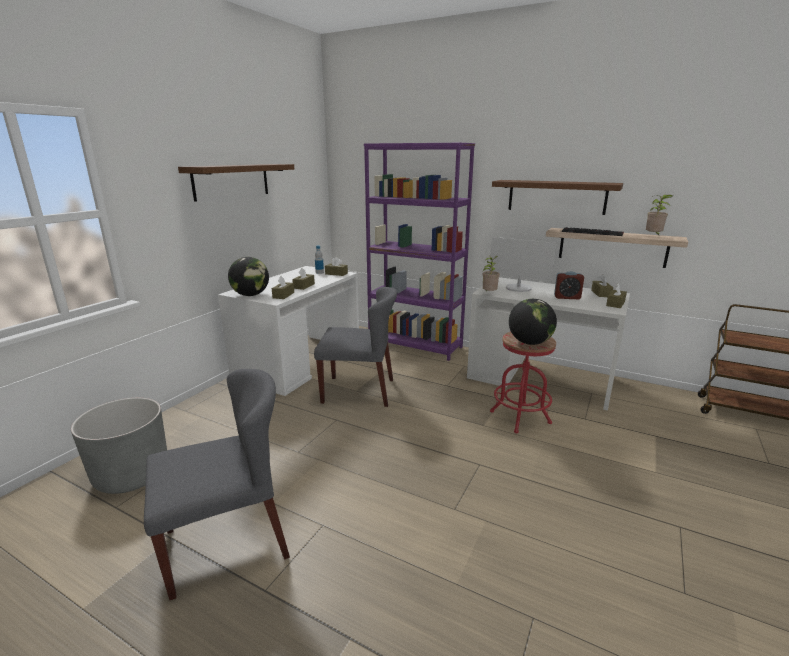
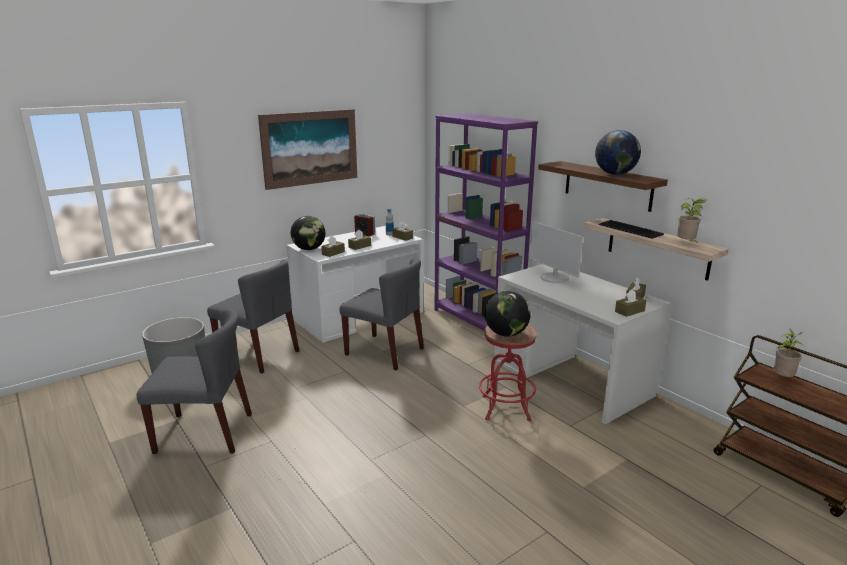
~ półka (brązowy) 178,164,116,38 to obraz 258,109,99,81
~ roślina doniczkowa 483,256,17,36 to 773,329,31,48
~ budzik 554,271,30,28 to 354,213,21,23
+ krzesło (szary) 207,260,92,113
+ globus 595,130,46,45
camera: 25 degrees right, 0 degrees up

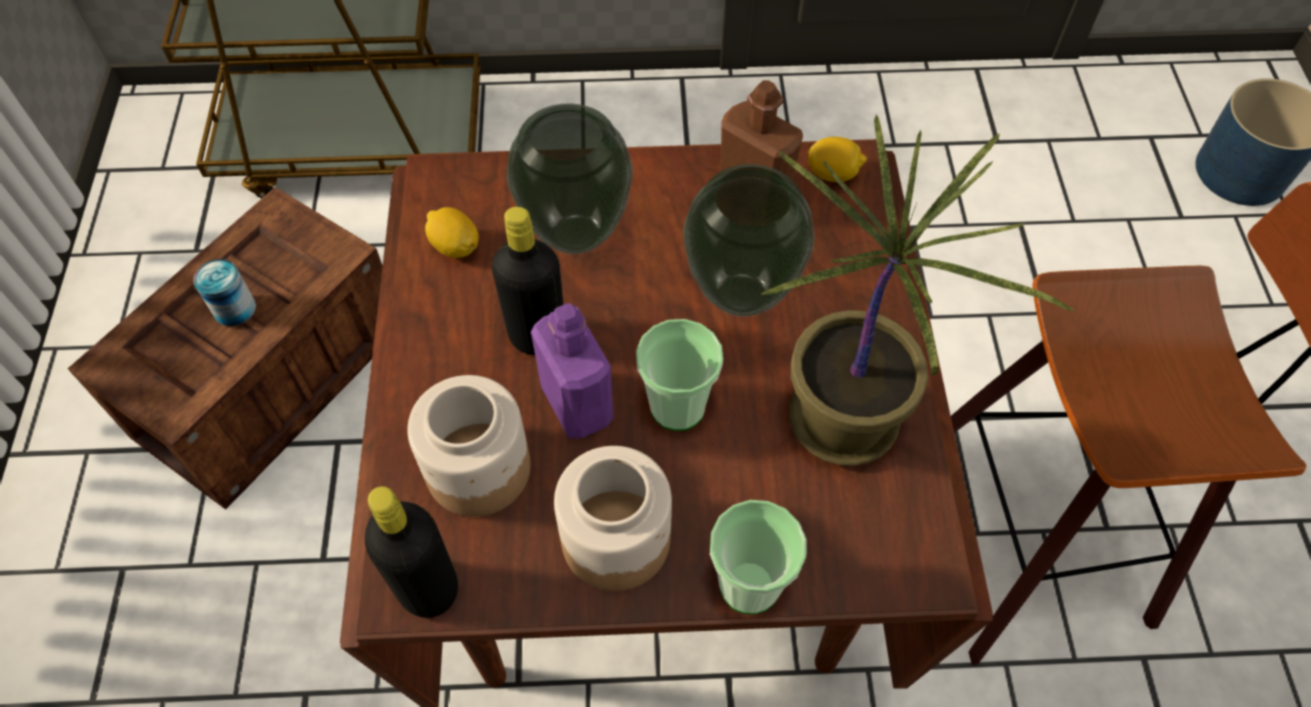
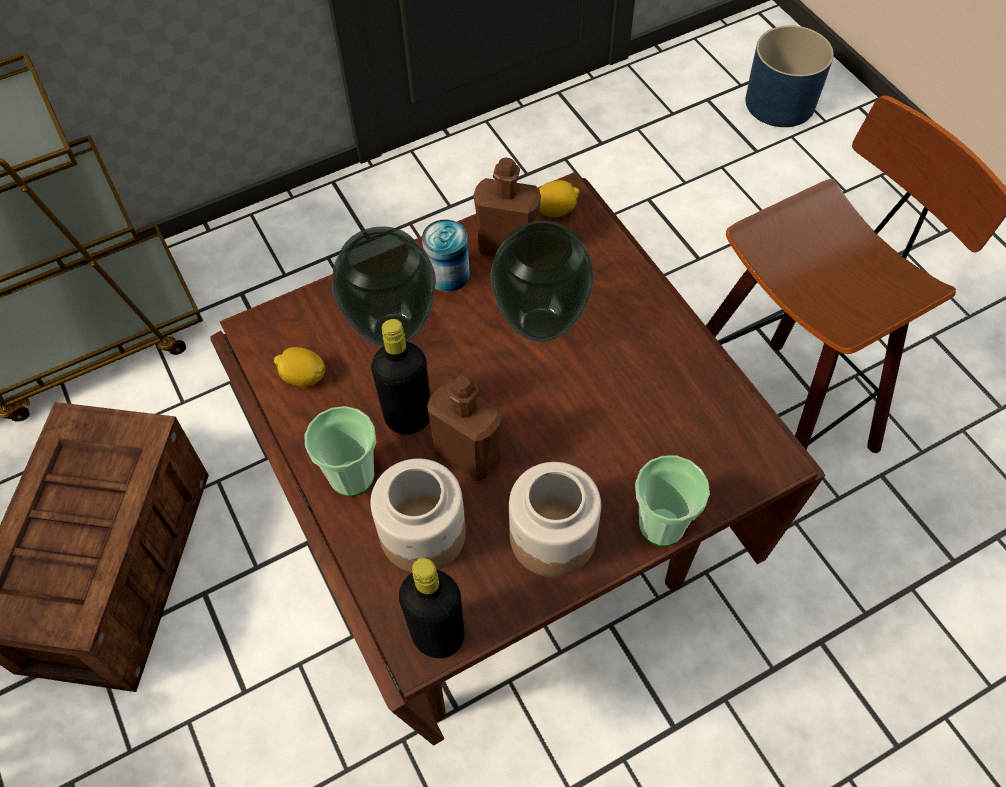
~ puszka 193,259,63,67 to 422,219,48,73
~ butelka (fioletowy) 531,303,83,136 to butelka (brązowy) 427,375,75,106
~ filiżanka 636,319,87,112 to 304,406,72,91
- roślina doniczkowa 760,115,314,351
camera: 25 degrees left, 0 degrees up

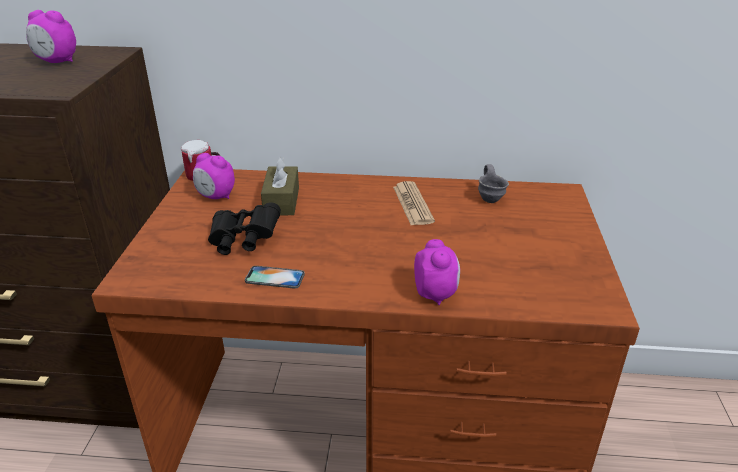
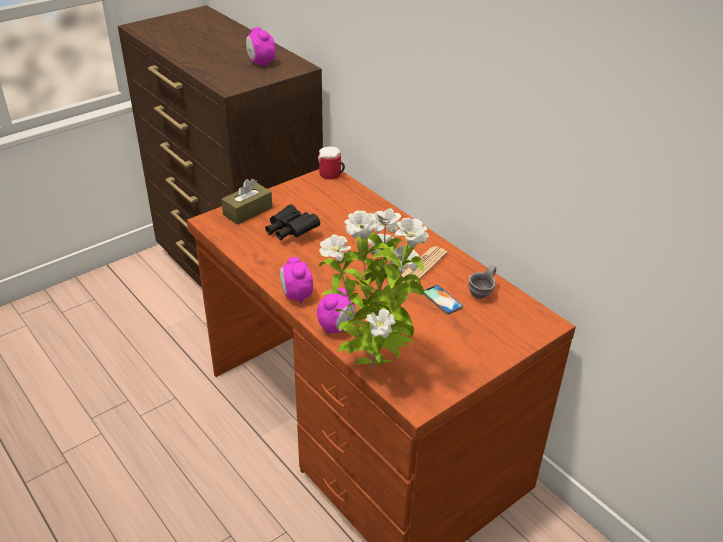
~ budzik 193,153,42,46 to 280,257,33,47
~ telefon 245,266,60,23 to 423,285,40,29
~ pudełko chusteczek (brązowy) 261,156,38,59 to 221,179,51,46
+ roślina doniczkowa 319,208,110,163
camera: 45 degrees right, 5 degrees up

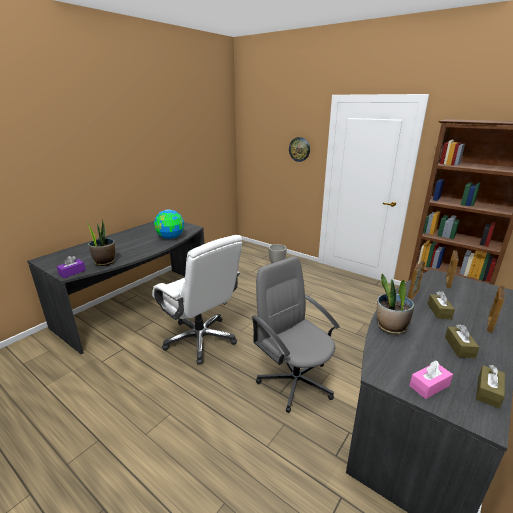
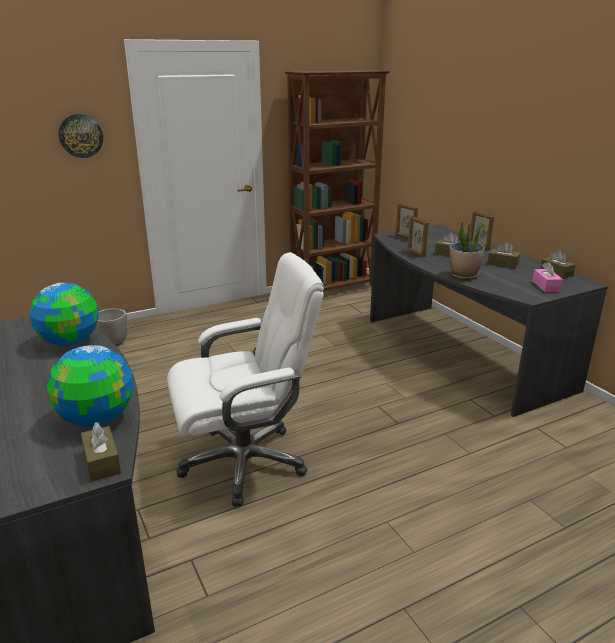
~ pudełko chusteczek (fioletowy) 57,256,29,22 to pudełko chusteczek (brązowy) 81,422,40,60
~ roślina doniczkowa 85,219,30,47 to globus 47,345,87,82
- krzesło biurowe (szary) 251,256,89,157
camera: 65 degrees left, 0 degrees up

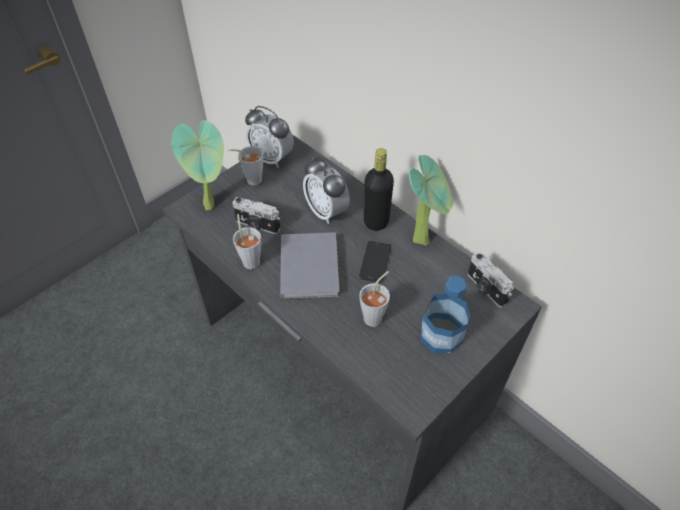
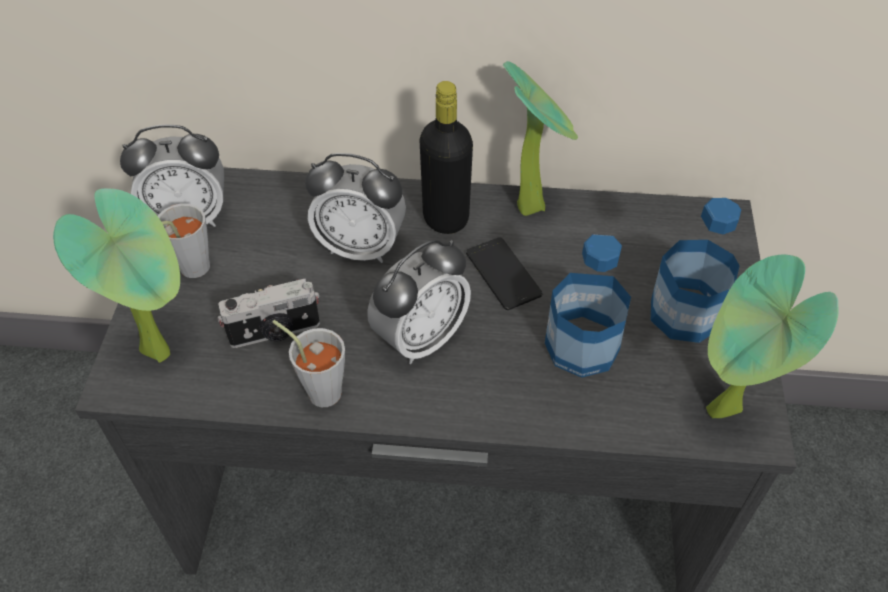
~ książka (szary) 280,232,60,68 to budzik 367,239,104,125
~ filiżanka (szary) 359,271,31,56 to butelka 545,234,86,144
- aparat fotograficzny 468,252,46,56
+ roślina doniczkowa 706,255,133,163
camera: 40 degrees left, 0 degrees up

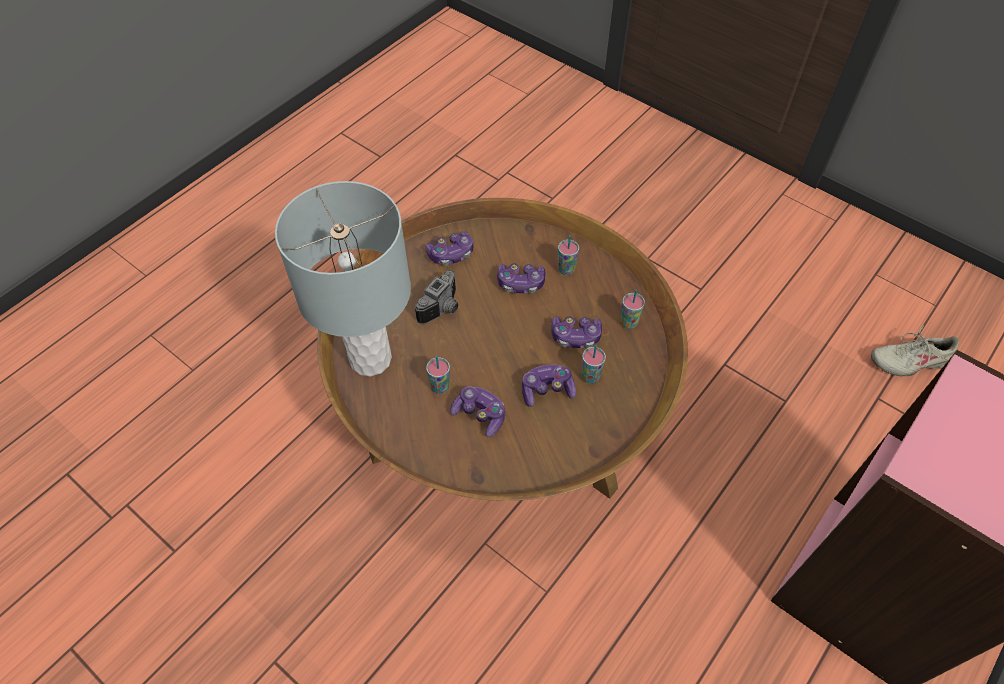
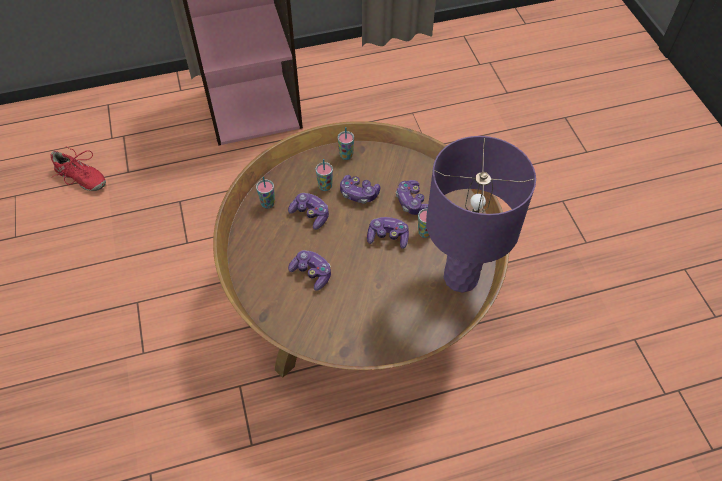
~ lampa stołowa (szary) 275,181,136,196 to lampa stołowa (fioletowy) 426,136,110,157
- aparat fotograficzny 415,270,43,54
~ pad do gier 425,231,48,35 to 367,217,42,32
~ filiżanka 558,235,21,40 to 338,127,16,33
~ but (beżowy) 871,325,88,51 to but (czerwony) 51,146,55,45
camera: 145 degrees left, 0 degrees up

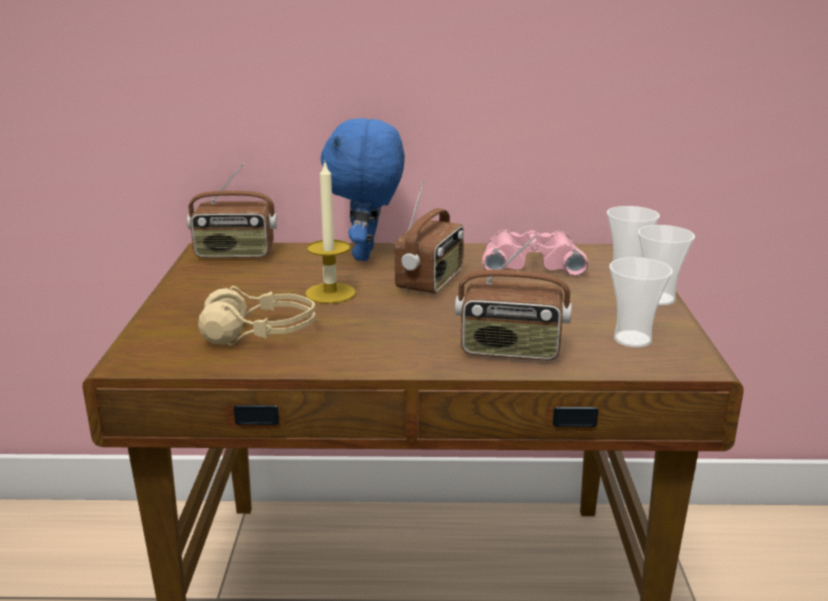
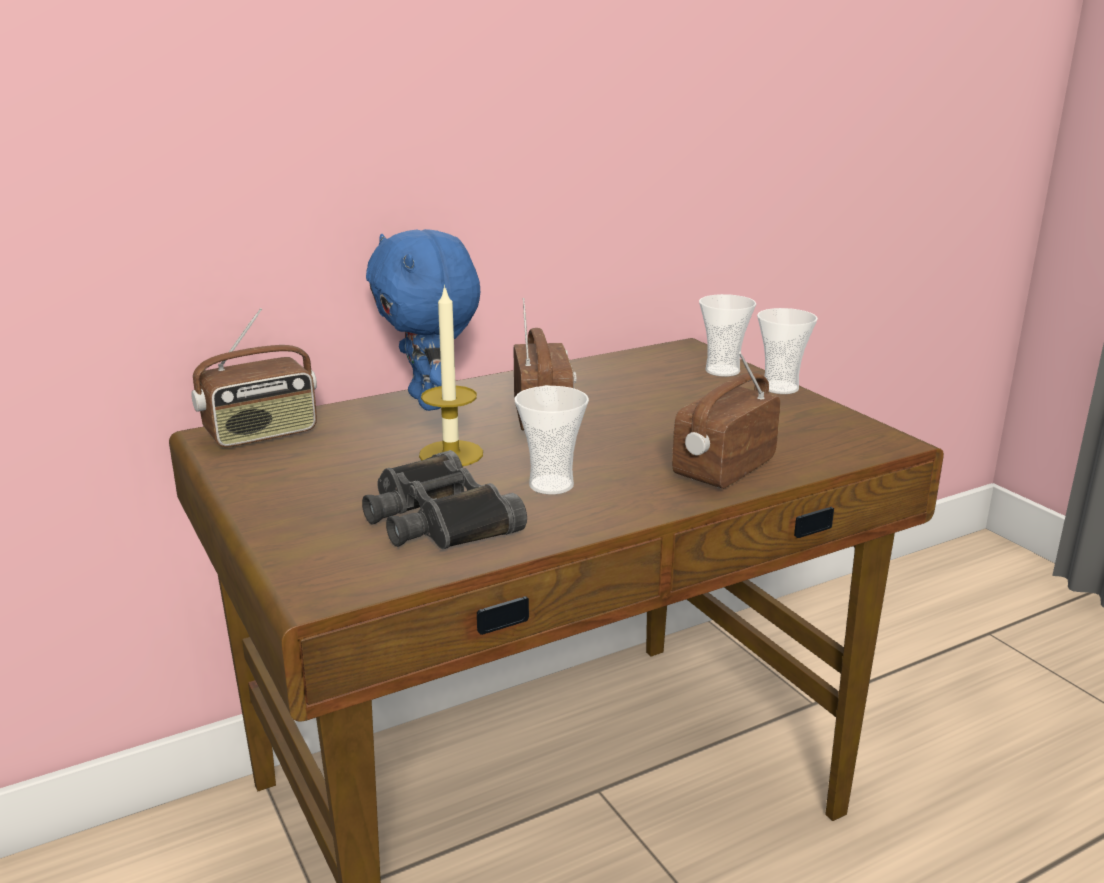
~ słuchawki (beżowy) 198,286,118,60 to lornetka (czarny) 362,450,165,99
~ radio 455,235,117,125 = 672,352,108,137 150 degrees clockwise
- lornetka (różowy) 482,230,107,46
~ filiżanka 609,257,64,91 to 515,386,74,109
camera: 30 degrees left, 0 degrees up

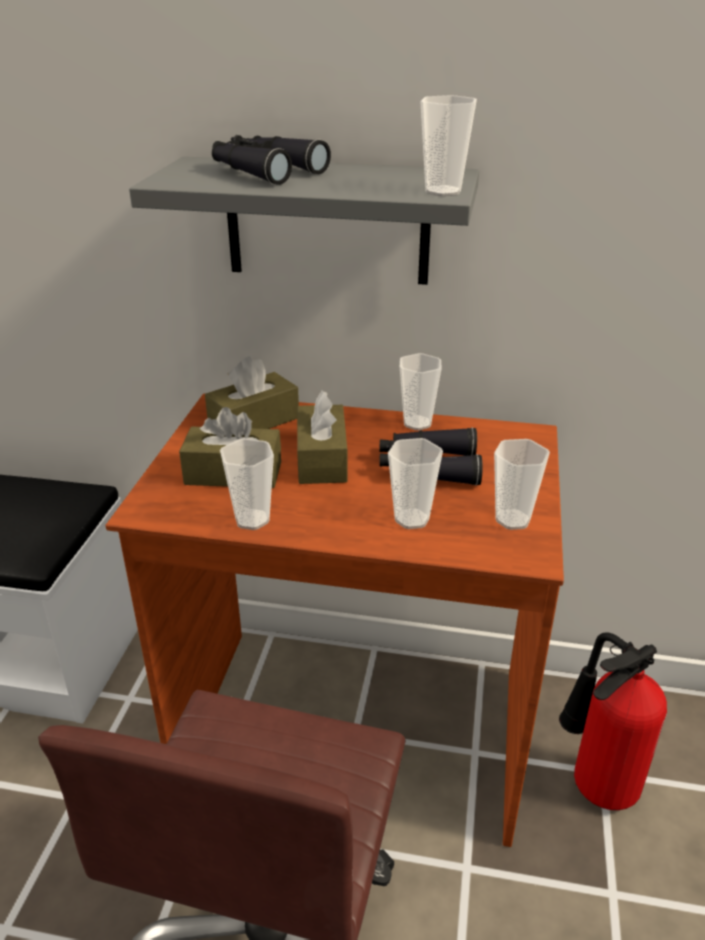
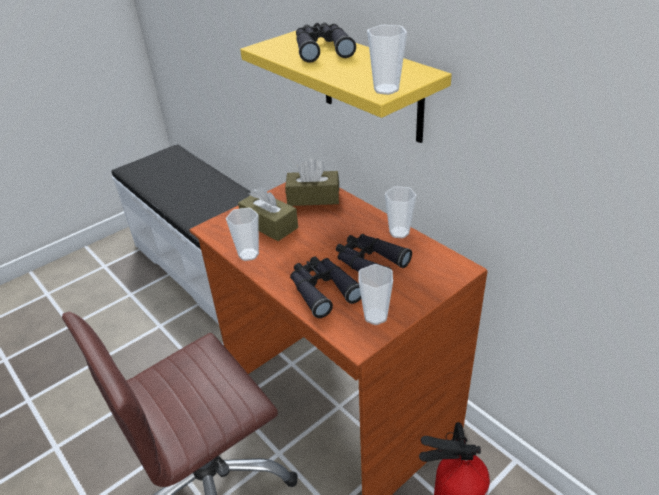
~ półka (szary) 129,156,350,129 to półka (żółty) 240,31,212,112
- pudełko chusteczek (brązowy) 297,391,51,93
~ filiżanka 388,438,55,91 to lornetka (czarny) 290,256,71,62
camera: 40 degrees right, 5 degrees up

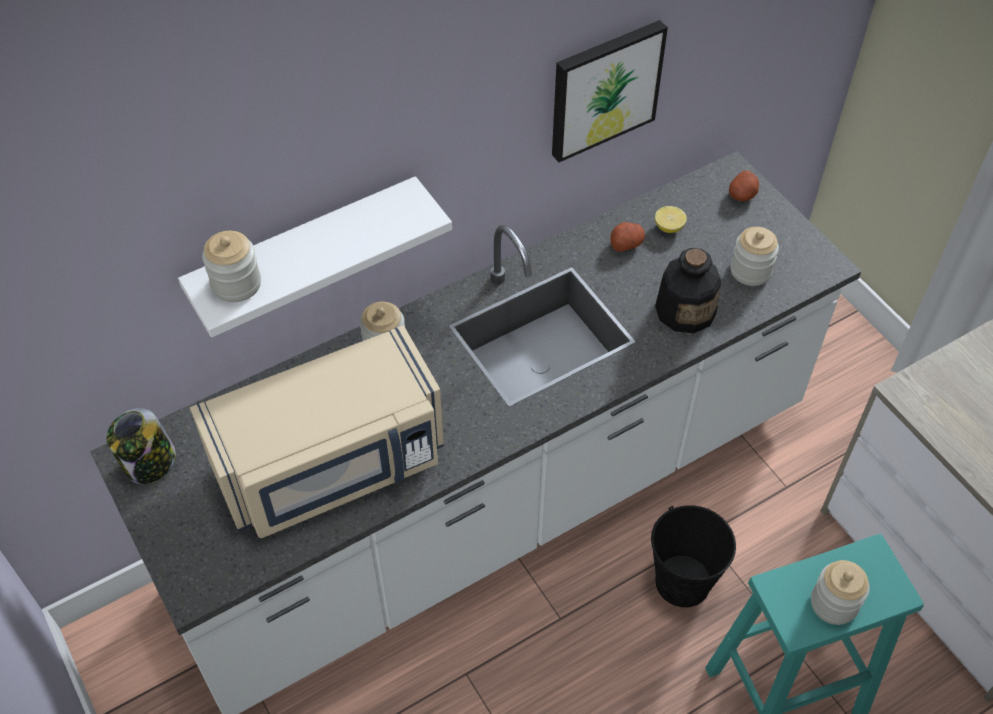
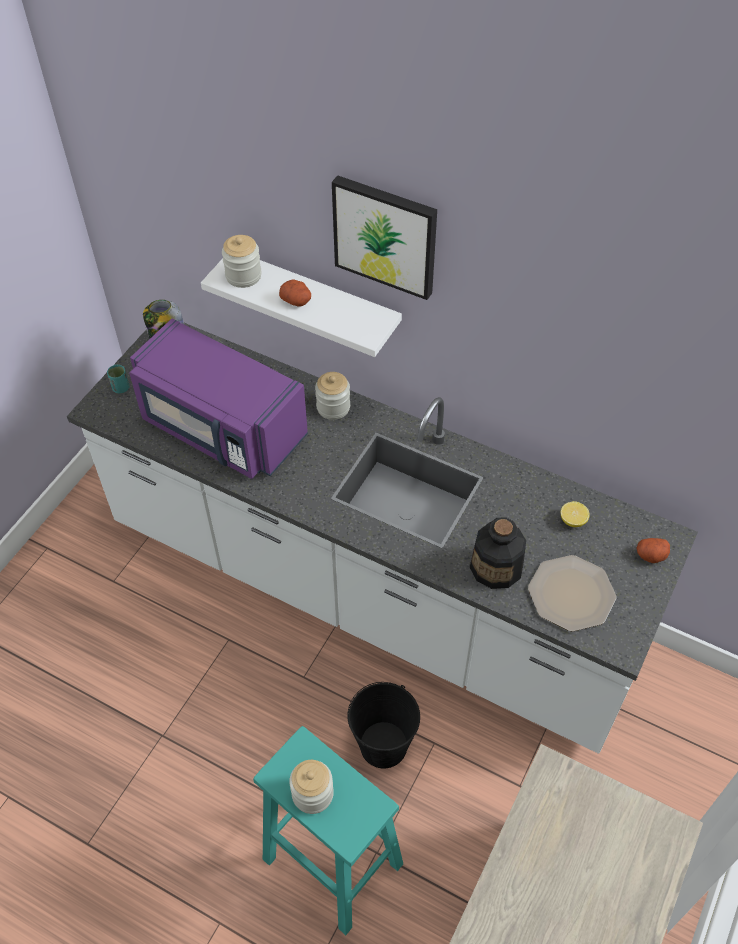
~ mikrofalówka (beżowy) 190,325,254,213 to mikrofalówka (fioletowy) 130,319,178,160
~ obraz 552,20,116,142 to 332,175,105,125
~ ziemniak 611,222,34,30 to 279,279,32,28
~ słoik 731,227,48,59 to talerz 528,555,88,76
+ filiżanka (turkusowy) 107,365,23,28
camera: 60 degrees right, 0 degrees up

